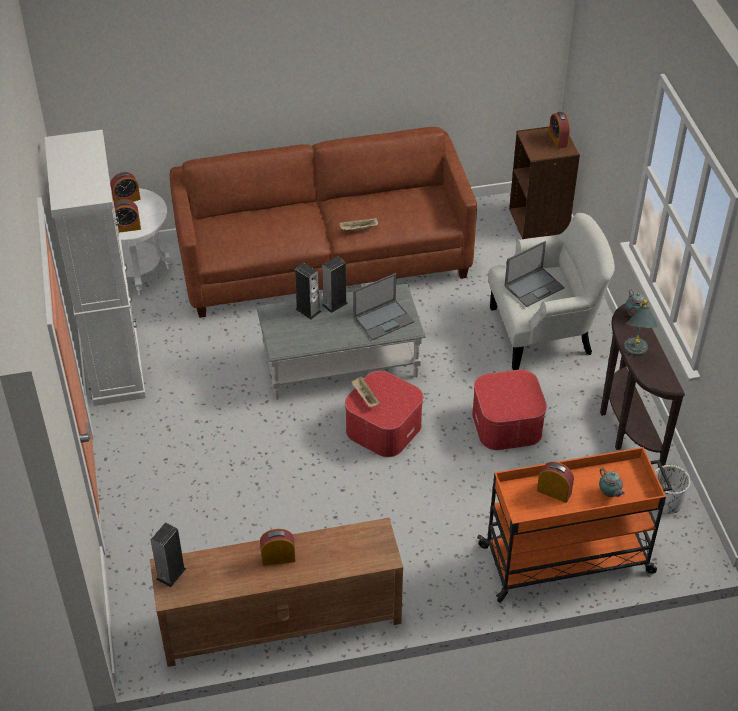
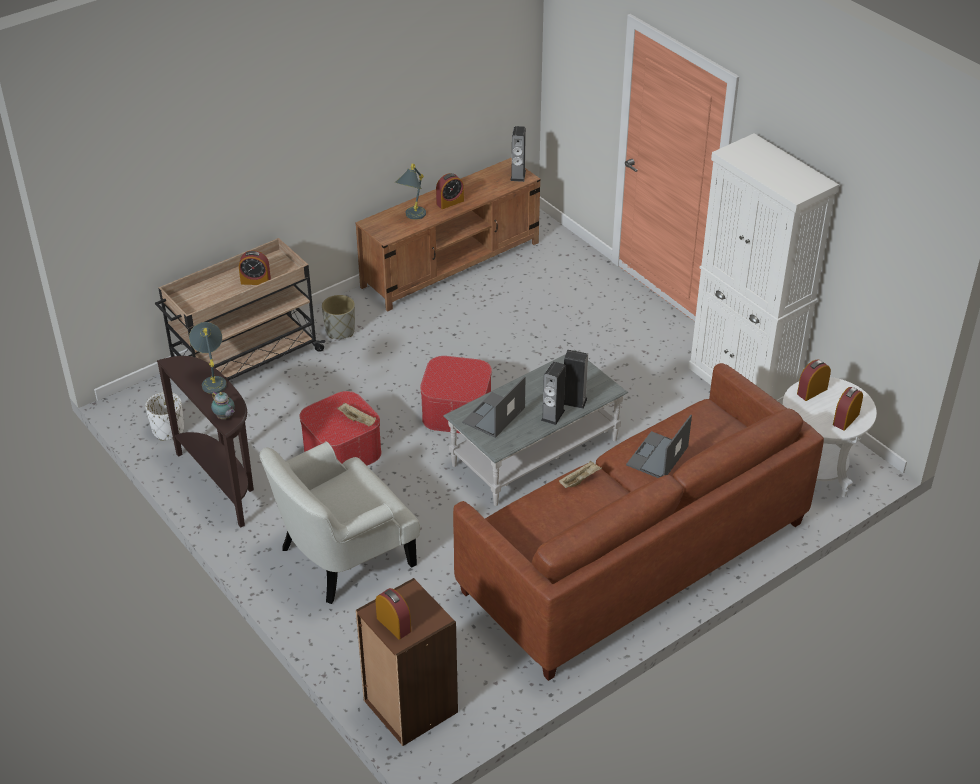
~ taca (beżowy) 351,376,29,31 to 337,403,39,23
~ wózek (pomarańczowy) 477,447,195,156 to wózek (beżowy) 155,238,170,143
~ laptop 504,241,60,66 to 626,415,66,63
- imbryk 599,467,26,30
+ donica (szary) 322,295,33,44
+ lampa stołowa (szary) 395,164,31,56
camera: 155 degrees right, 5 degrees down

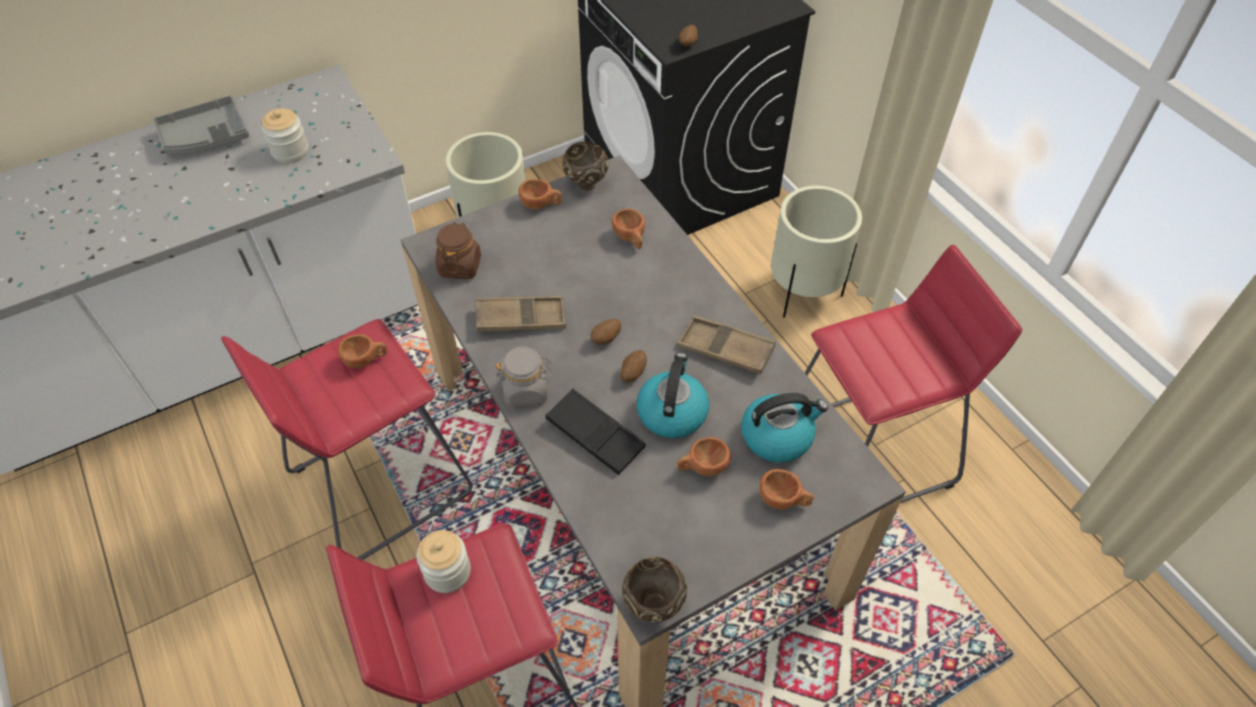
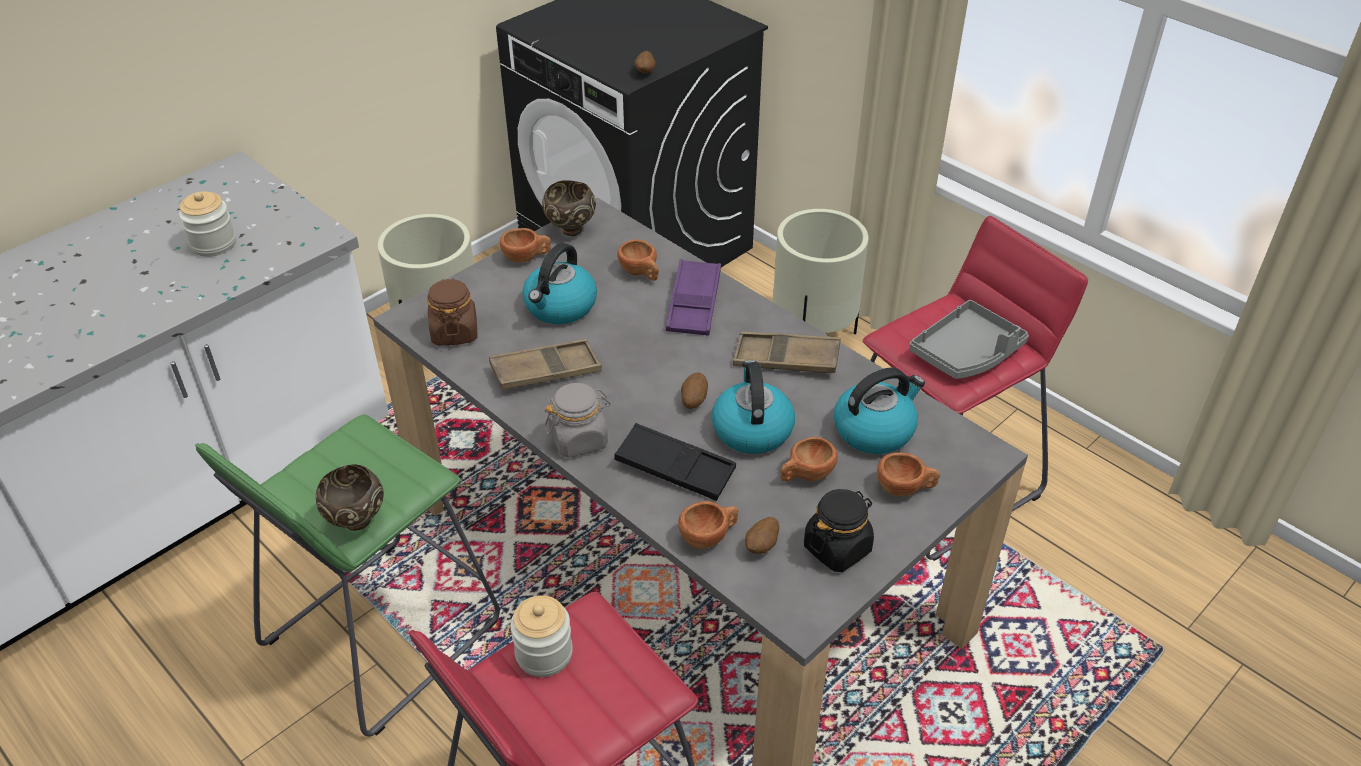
~ taca (szary) 153,95,97,60 to 909,300,120,79
~ stołek (czerwony) 221,319,251,241 to stołek (zielony) 195,414,305,322
~ filiżanka (brązowy) 338,334,50,34 to 678,501,61,48
~ ziemniak 590,319,31,25 to 745,517,34,37
~ miska (brązowy) 622,557,65,65 to 316,464,68,67
+ czajnik 522,243,75,81
+ taca (fioletowy) 666,259,55,77
+ słoik (czarny) 804,489,70,83
camera: 15 degrees left, 10 degrees down

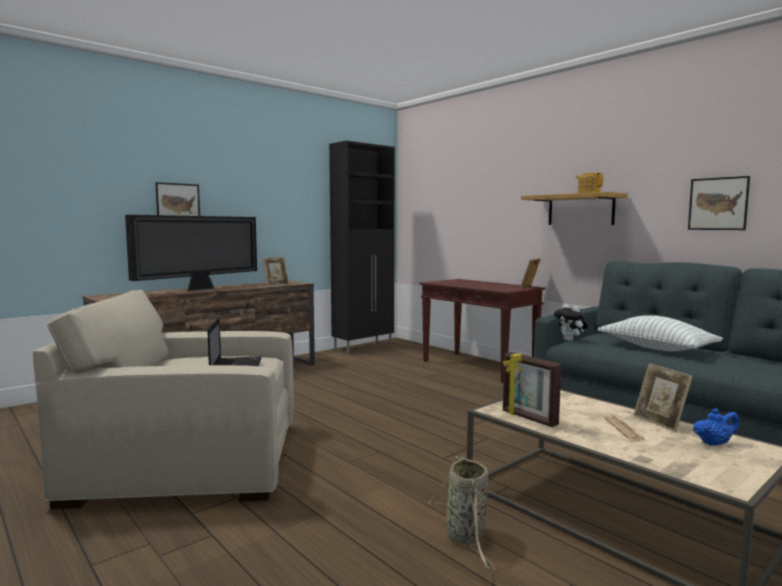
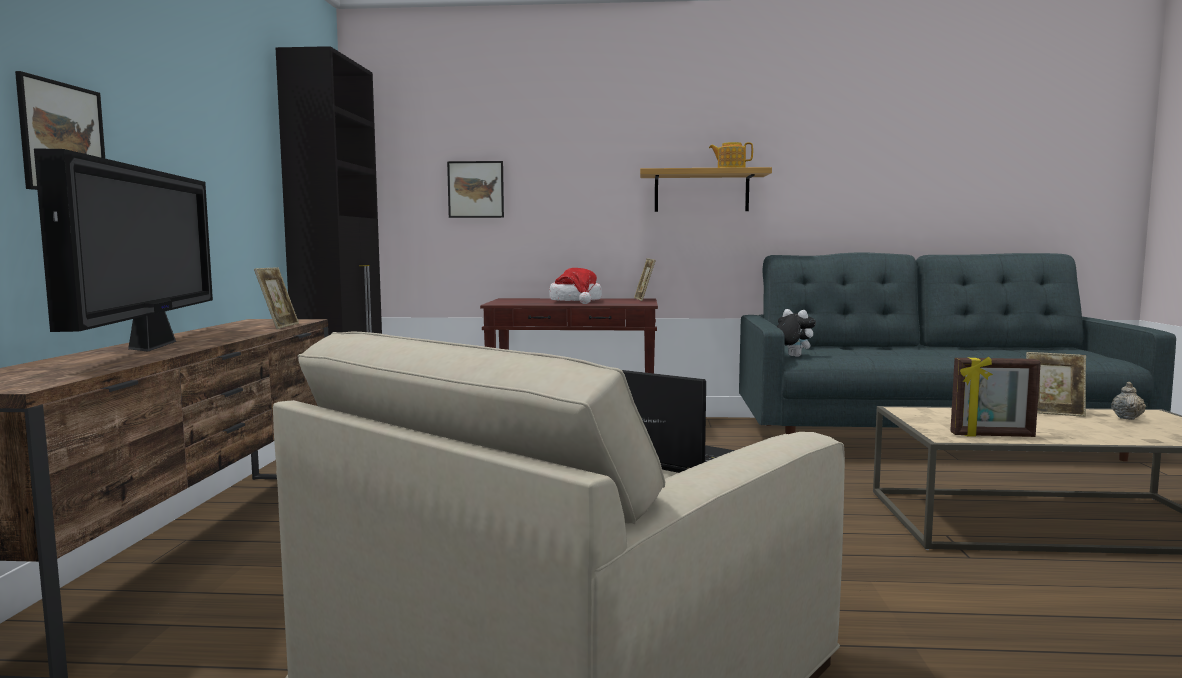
- koszyk 428,456,67,113
~ pluszak 554,304,34,37 = 777,309,39,48 150 degrees counterclockwise
- poduszka 597,315,126,36
- gazeta 604,415,42,26
~ obraz 688,176,62,54 to 447,161,57,57
~ imbryk (niebieski) 693,409,47,37 to imbryk (beżowy) 1111,382,35,38
+ kapelusz 549,268,53,36
camera: 45 degrees left, 0 degrees up

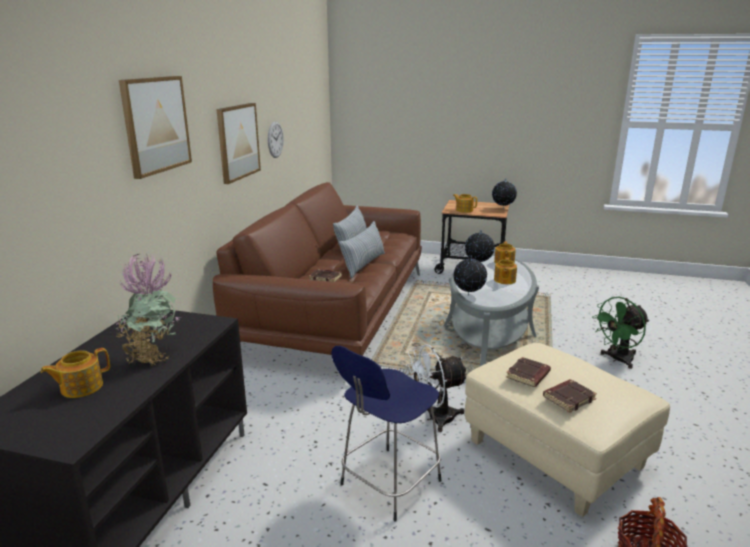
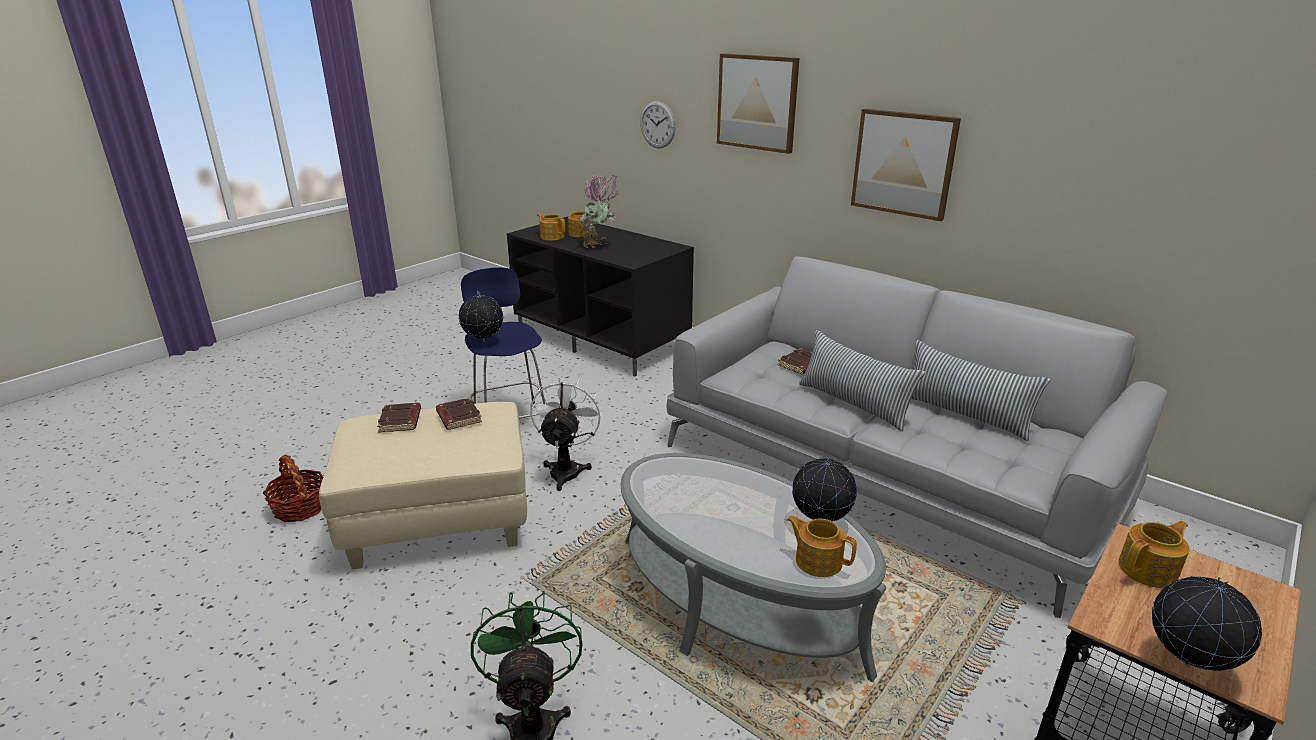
~ kanapa (brązowy) 213,182,209,174 to kanapa (szary) 667,256,501,362
~ zegar ścienny 268,121,16,37 to 640,101,36,47
~ globus 453,255,34,41 to 459,291,44,51
~ imbryk 494,257,23,27 to 537,213,28,28
camera: 115 degrees right, 5 degrees up

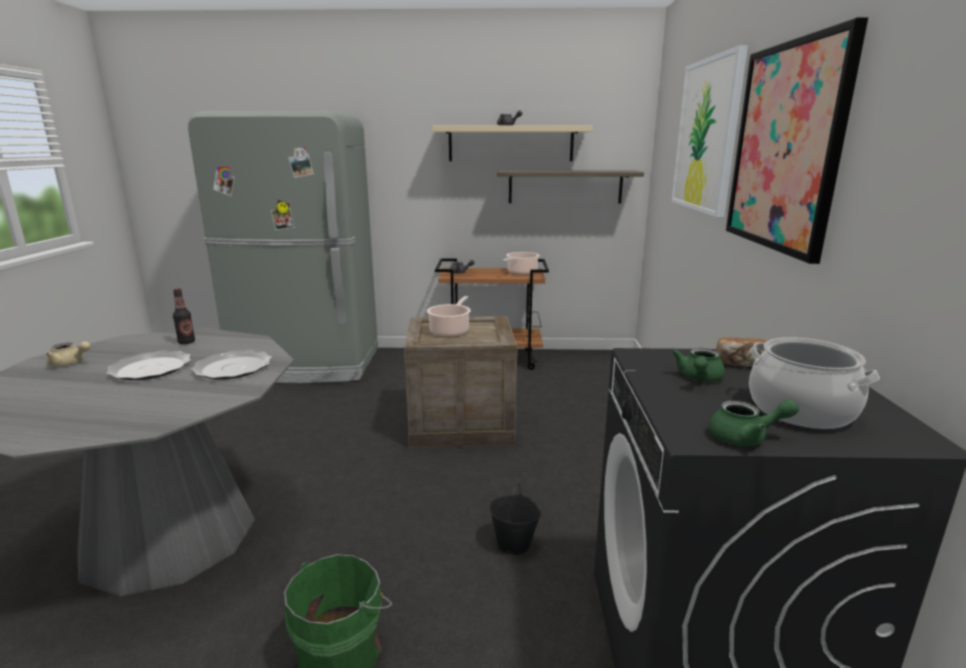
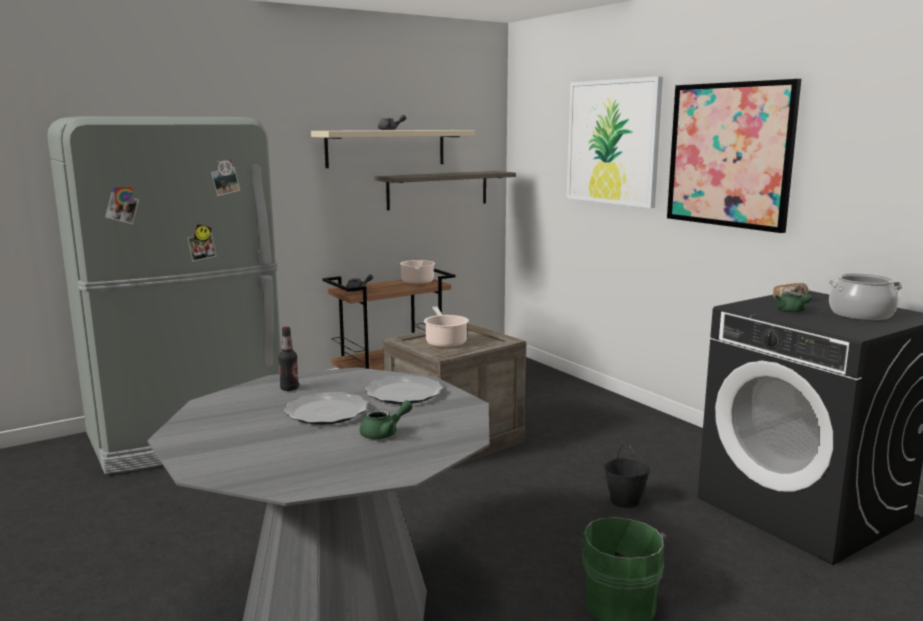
- imbryk (beżowy) 46,341,45,26
~ imbryk (zielony) 708,399,91,47 to 359,400,54,39
camera: 35 degrees left, 5 degrees down

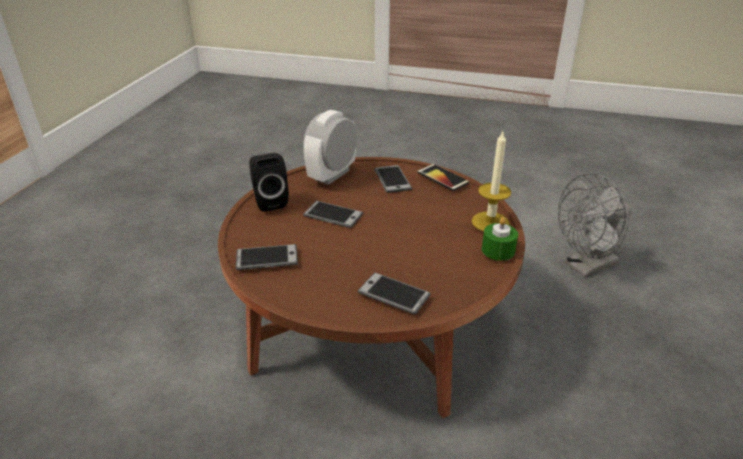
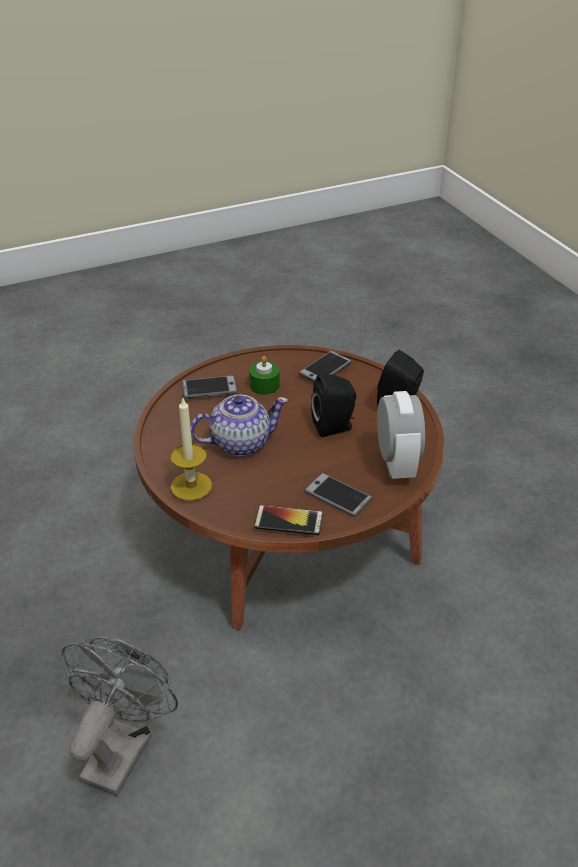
~ telefon 303,201,60,27 to głośnik (czarny) 311,373,45,64
~ świeca (zielony) 482,217,36,44 to 249,356,31,39
+ imbryk 190,394,98,62
camera: 140 degrees right, 5 degrees up

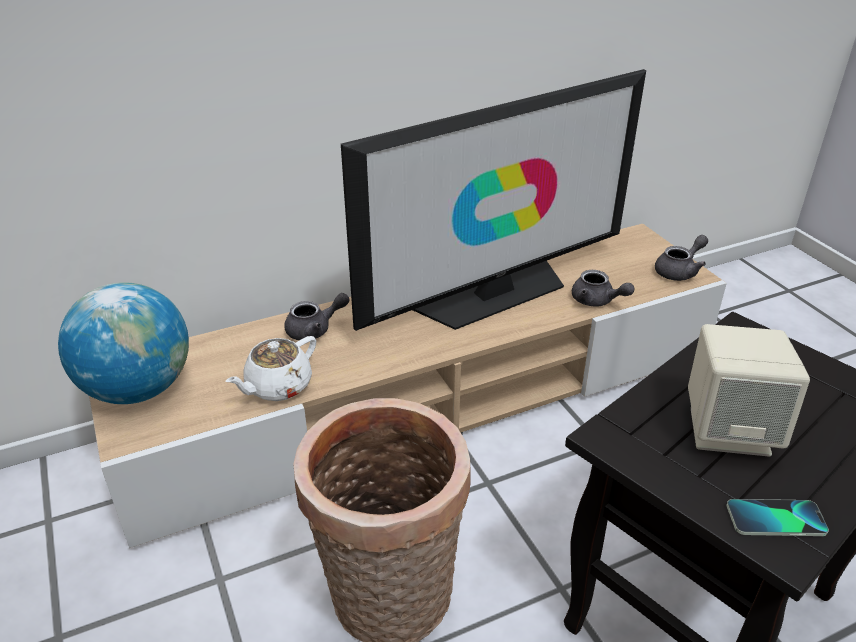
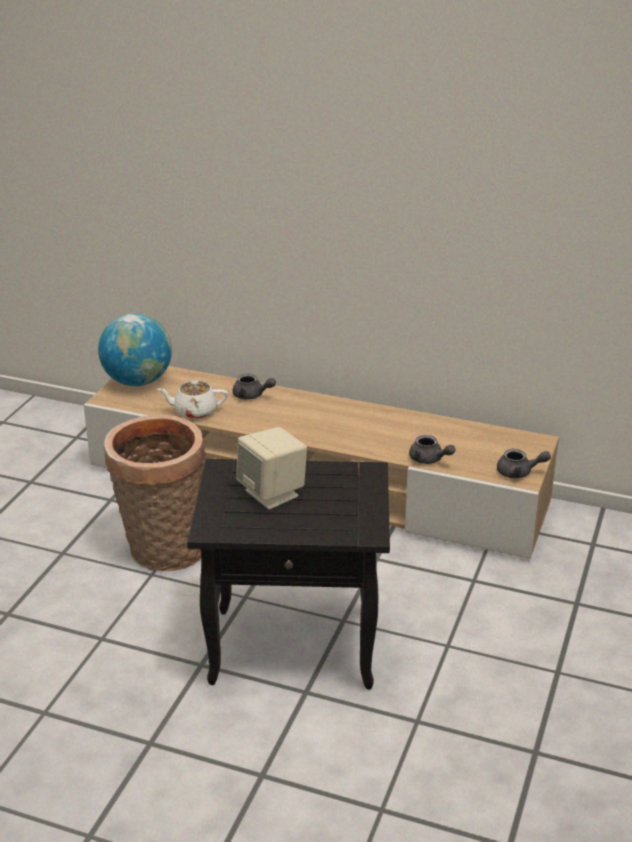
- telewizor 341,69,305,262
~ imbryk (szary) 572,270,63,37 = 409,435,47,29 45 degrees counterclockwise
- telefon 727,499,102,37
camera: 45 degrees right, 5 degrees down

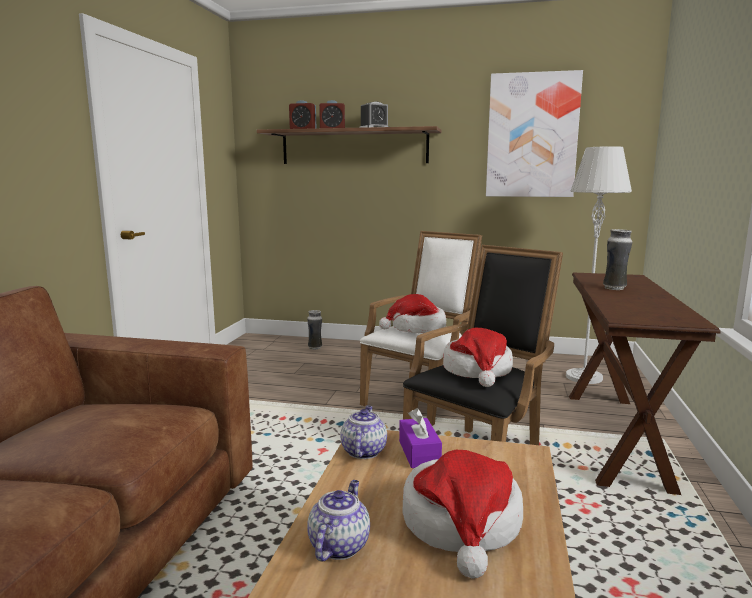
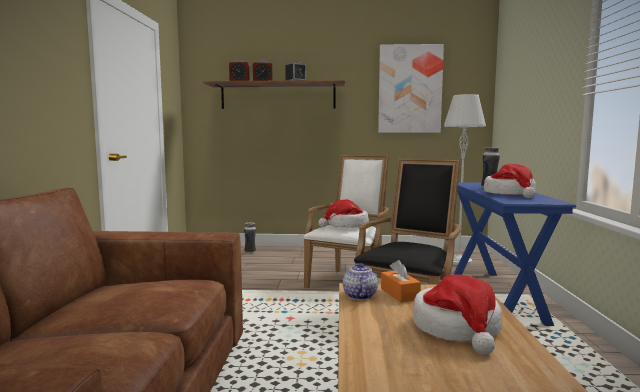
- imbryk 307,480,63,81
~ pudełko chusteczek (fioletowy) 399,408,43,60 to pudełko chusteczek (pomarańczowy) 381,260,40,43
~ kapelusz 443,328,70,59 to 484,164,52,34
~ stolik konsolowy (brązowy) 569,273,152,222 to stolik konsolowy (niebieski) 454,182,122,144
camera: 10 degrees left, 5 degrees down

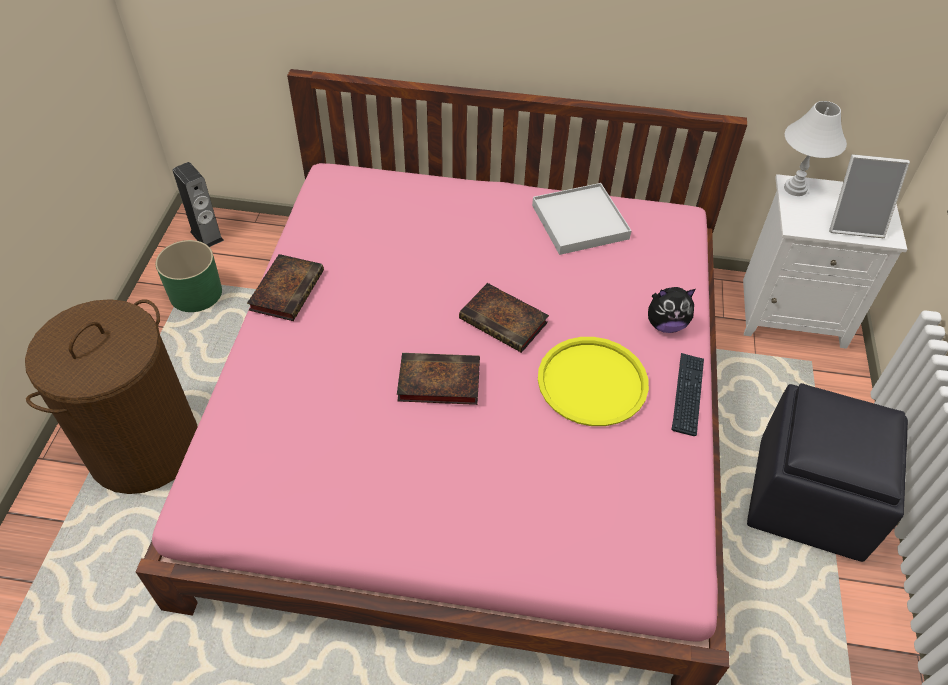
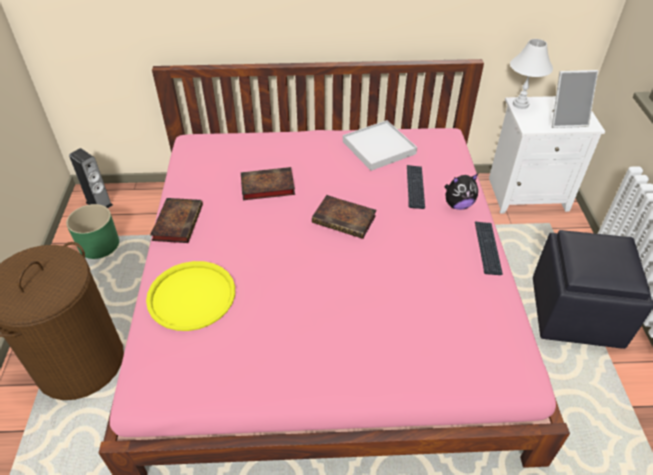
~ książka 397,353,83,52 to 241,167,54,33
~ taca (żółty) 538,337,111,89 to 146,261,89,70
+ klawiatura 407,165,18,44
camera: 10 degrees left, 5 degrees down

